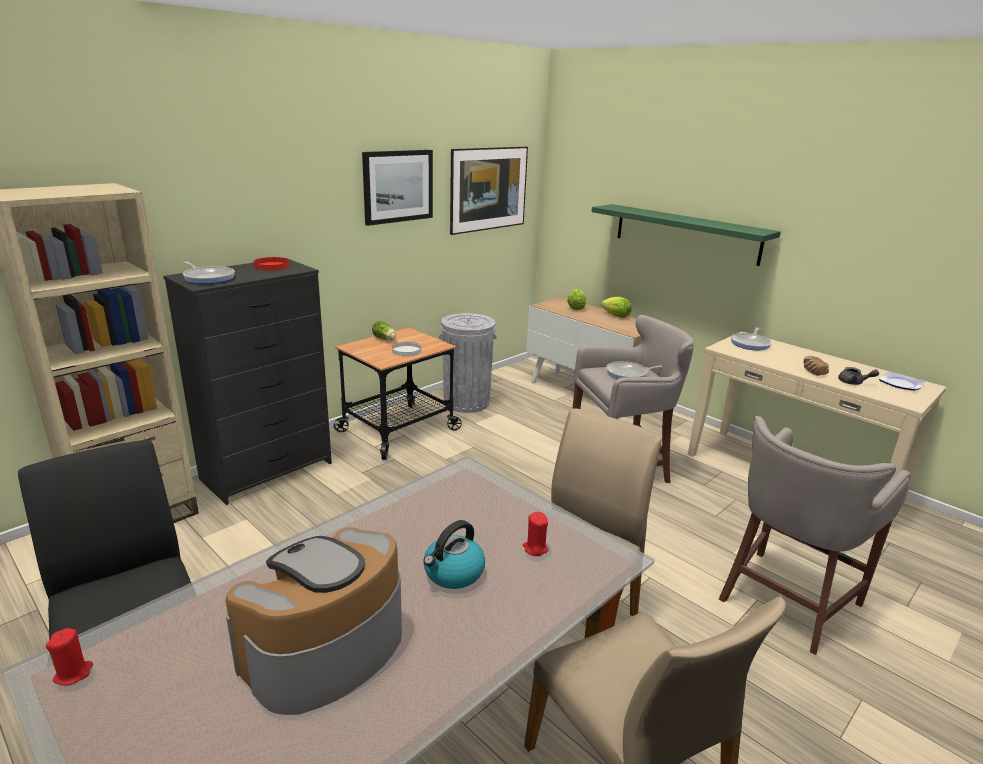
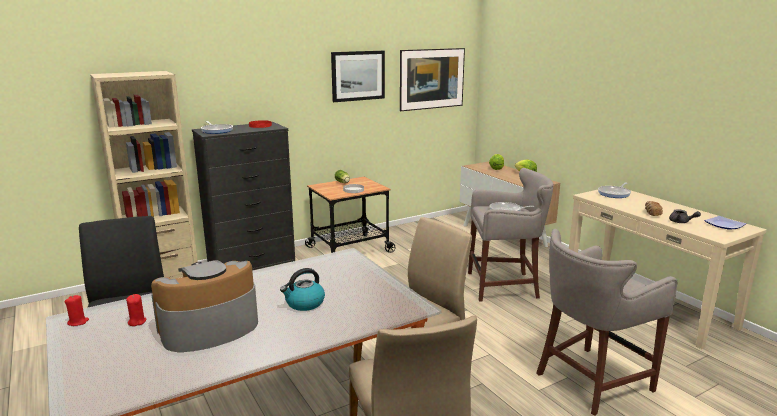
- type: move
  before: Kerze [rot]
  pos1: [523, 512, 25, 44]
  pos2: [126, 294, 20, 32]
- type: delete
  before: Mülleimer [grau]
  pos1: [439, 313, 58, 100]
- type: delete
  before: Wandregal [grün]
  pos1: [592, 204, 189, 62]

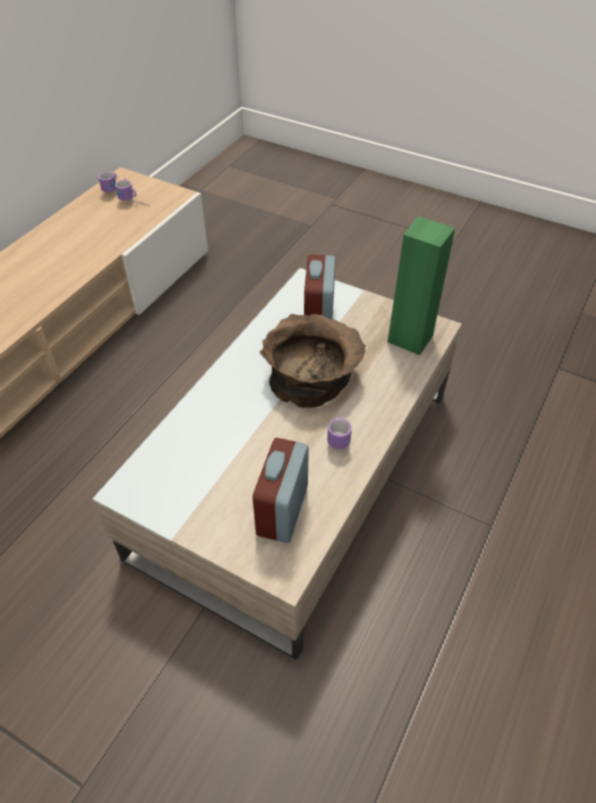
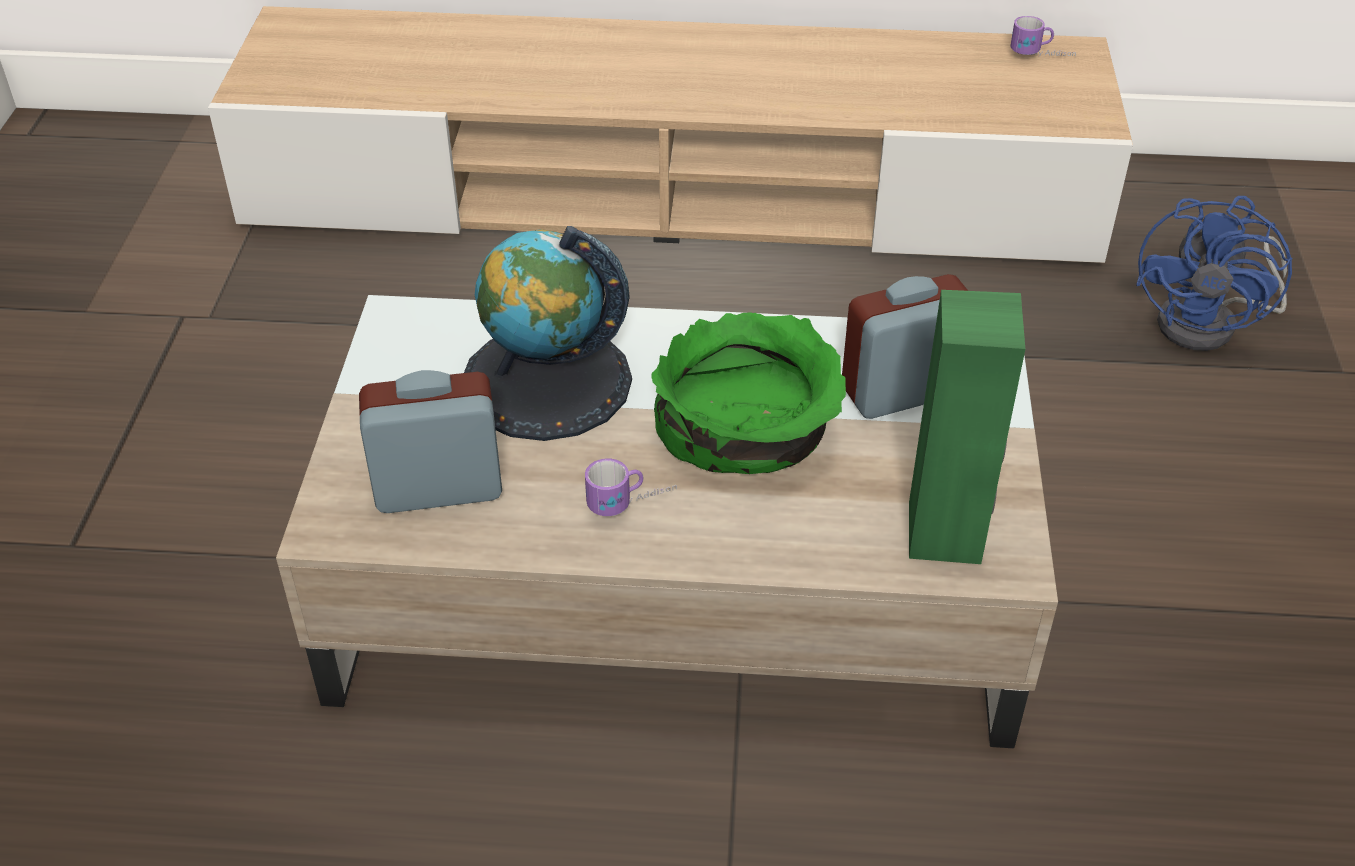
- type: insert
  after: Globus
  pos2: [464, 226, 168, 215]
- type: recolor
  before: Schüssel [braun]
  after: Schüssel [grün]
  pos1: [260, 314, 106, 94]
  pos2: [651, 312, 195, 162]
- type: insert
  after: Ventilator [blau]
  pos2: [1136, 196, 156, 155]
- type: delete
  before: Henkelbecher
  pos1: [115, 180, 35, 26]

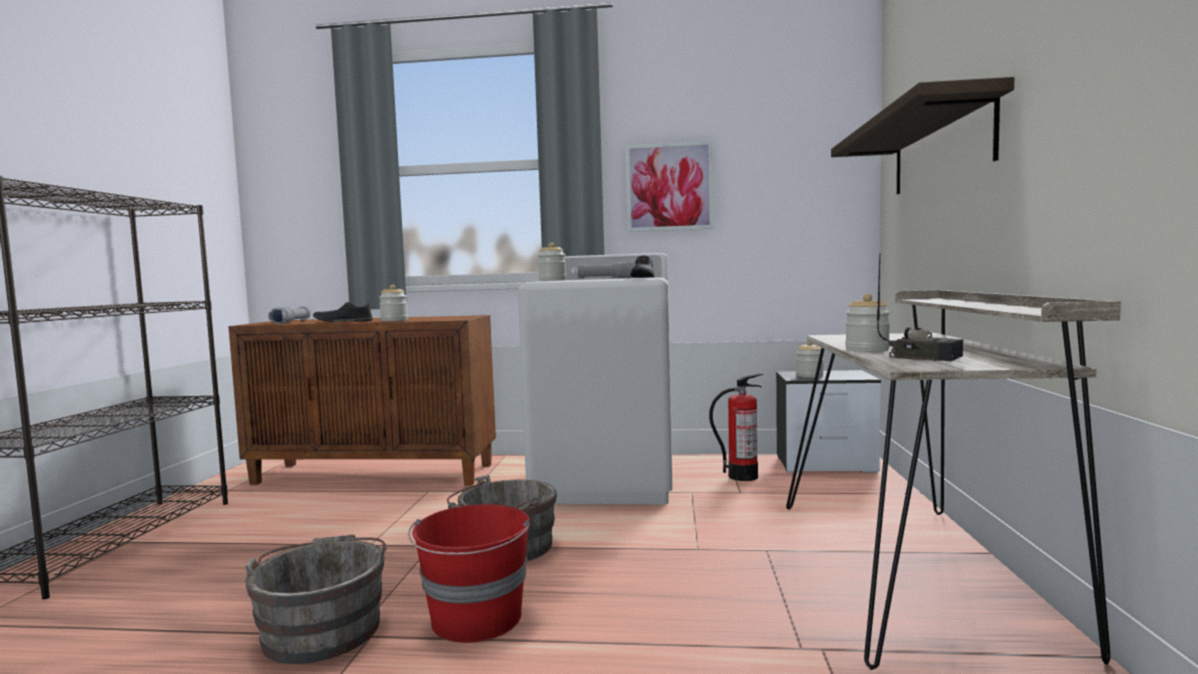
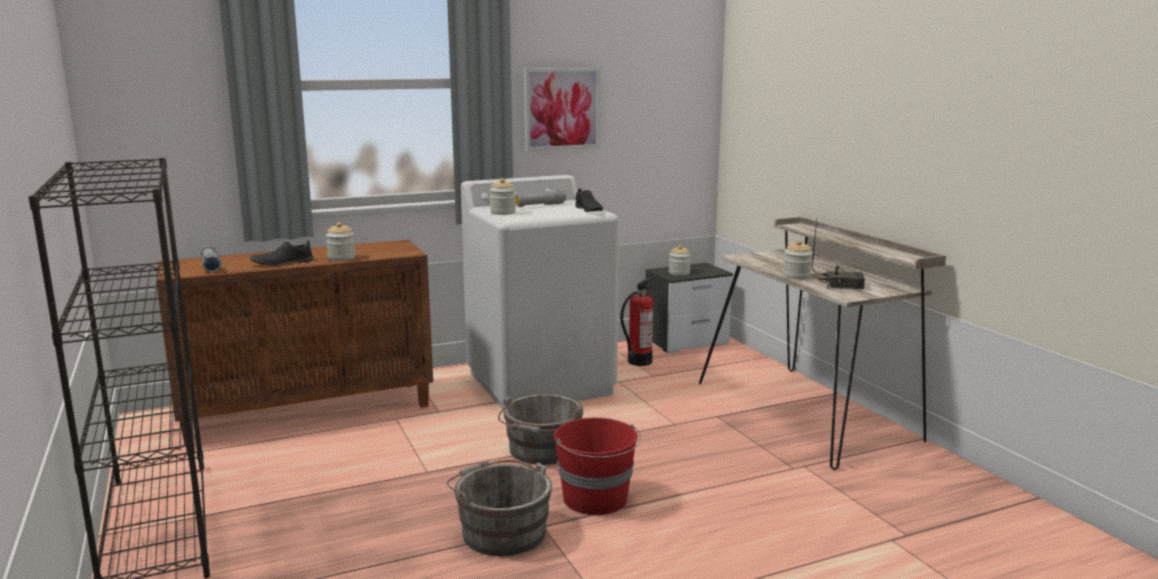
- type: delete
  before: Wandregal
  pos1: [831, 77, 183, 117]

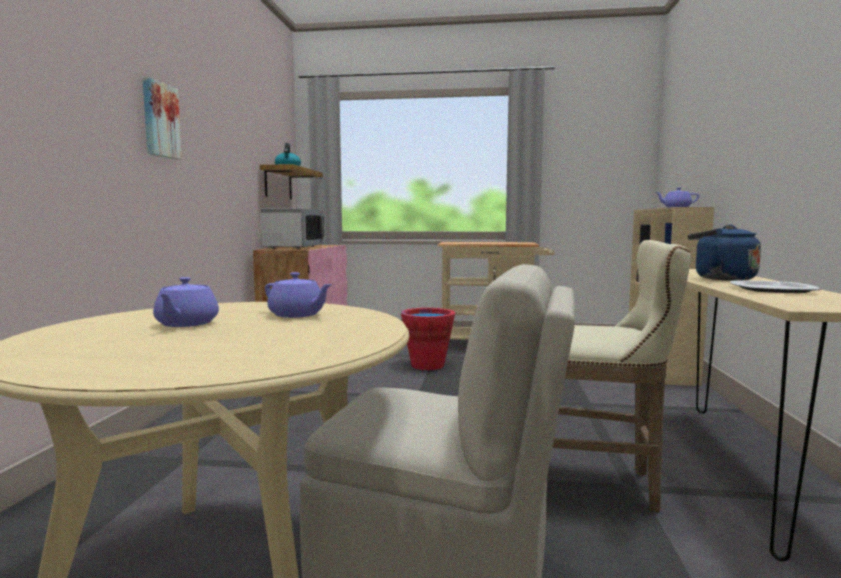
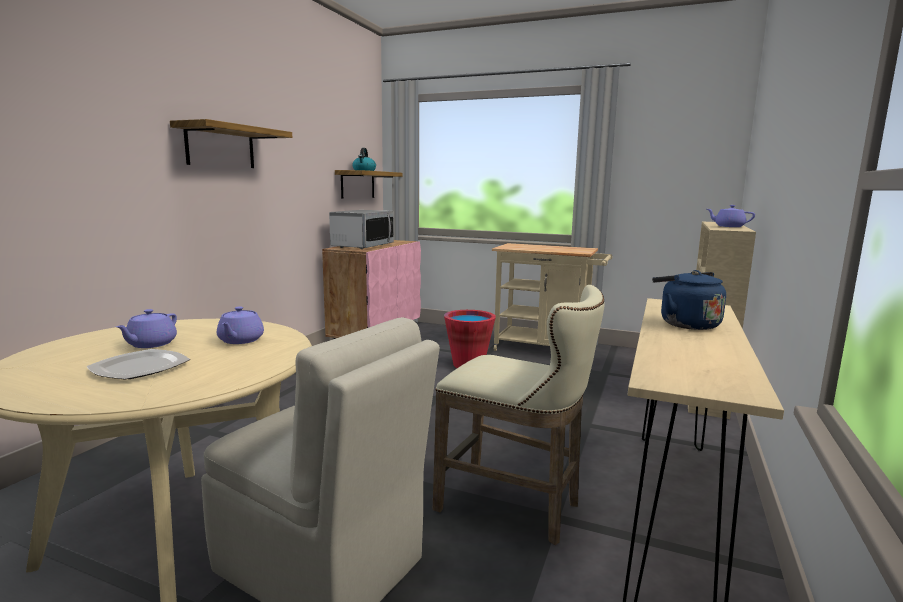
- type: move
  before: Teller
  pos1: [730, 281, 91, 12]
  pos2: [87, 349, 103, 30]
- type: replace
  before: Bild
  after: Wandregal
  pos1: [142, 77, 40, 83]
  pos2: [170, 119, 122, 49]
- type: rotate
  before: Teekanne [lila]
  pos1: [265, 272, 67, 46]
  pos2: [217, 306, 47, 38]
  turn: 45

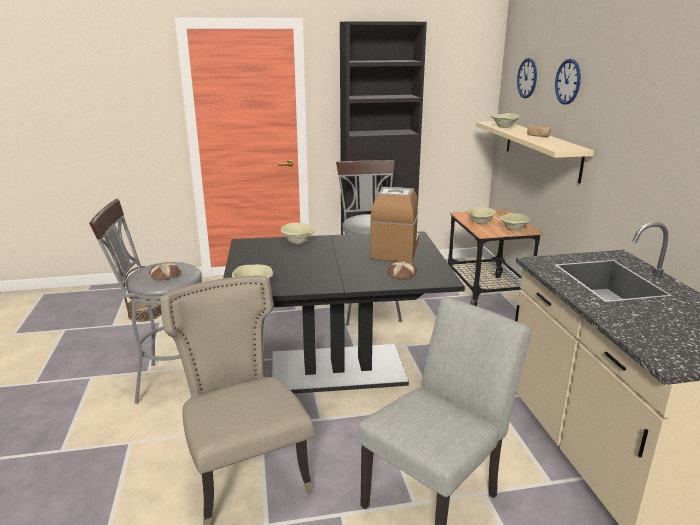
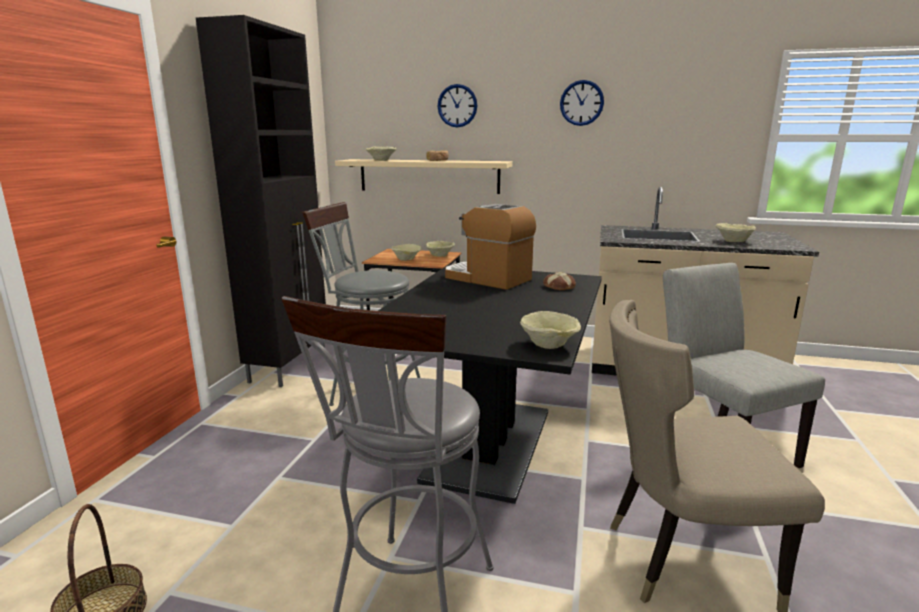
- type: move
  before: Wanduhr
  pos1: [517, 58, 20, 40]
  pos2: [560, 80, 44, 46]
- type: move
  before: Schüssel [beige]
  pos1: [280, 223, 35, 21]
  pos2: [715, 223, 41, 19]
- type: delete
  before: Brot
  pos1: [149, 263, 31, 18]

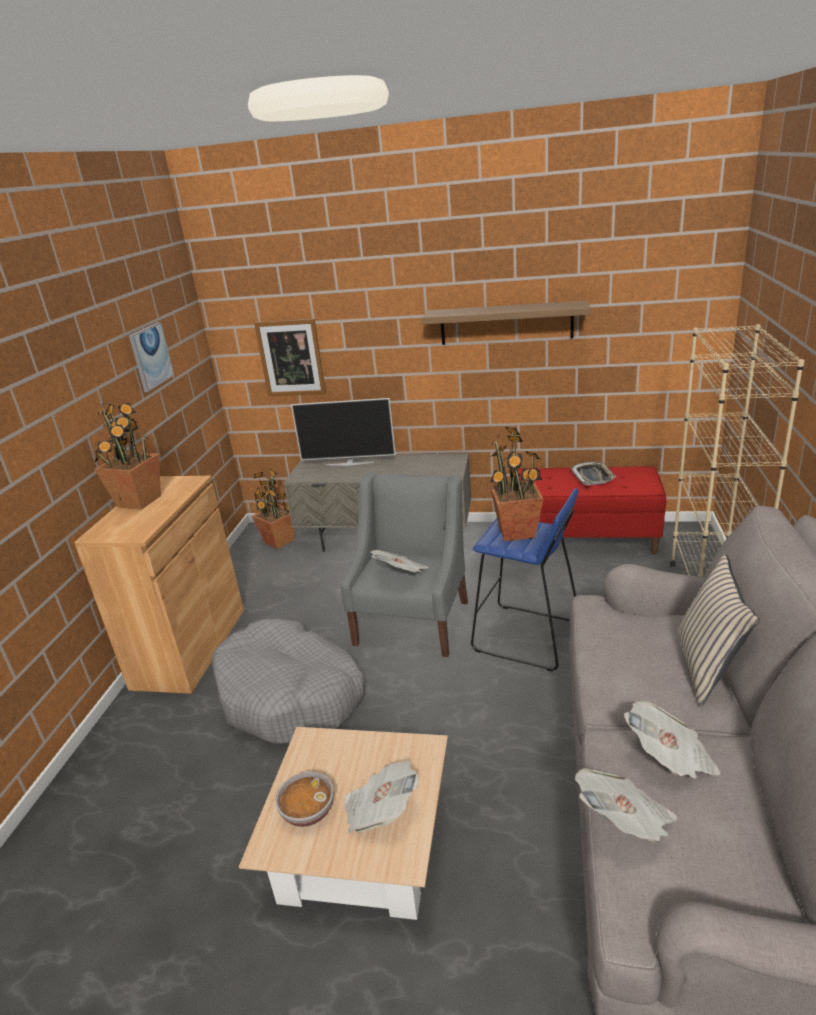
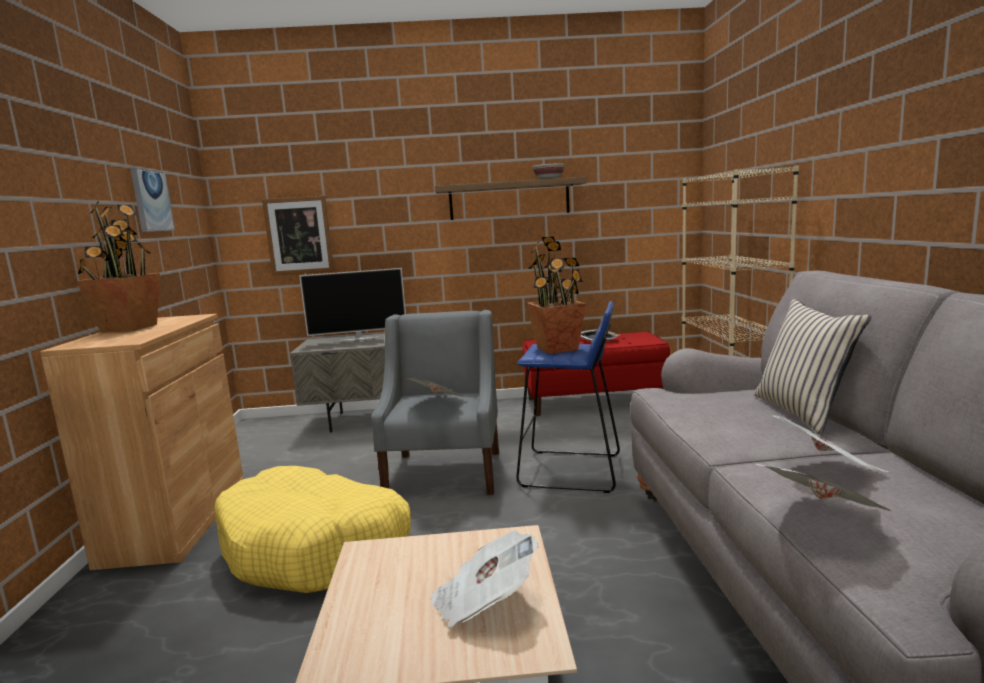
- type: recolor
  before: Hundebett [grau]
  after: Hundebett [gelb]
  pos1: [212, 618, 154, 126]
  pos2: [214, 466, 197, 127]
- type: move
  before: Schüssel
  pos1: [275, 771, 59, 56]
  pos2: [533, 163, 32, 16]
- type: delete
  before: Topfpflanze
  pos1: [252, 469, 43, 80]

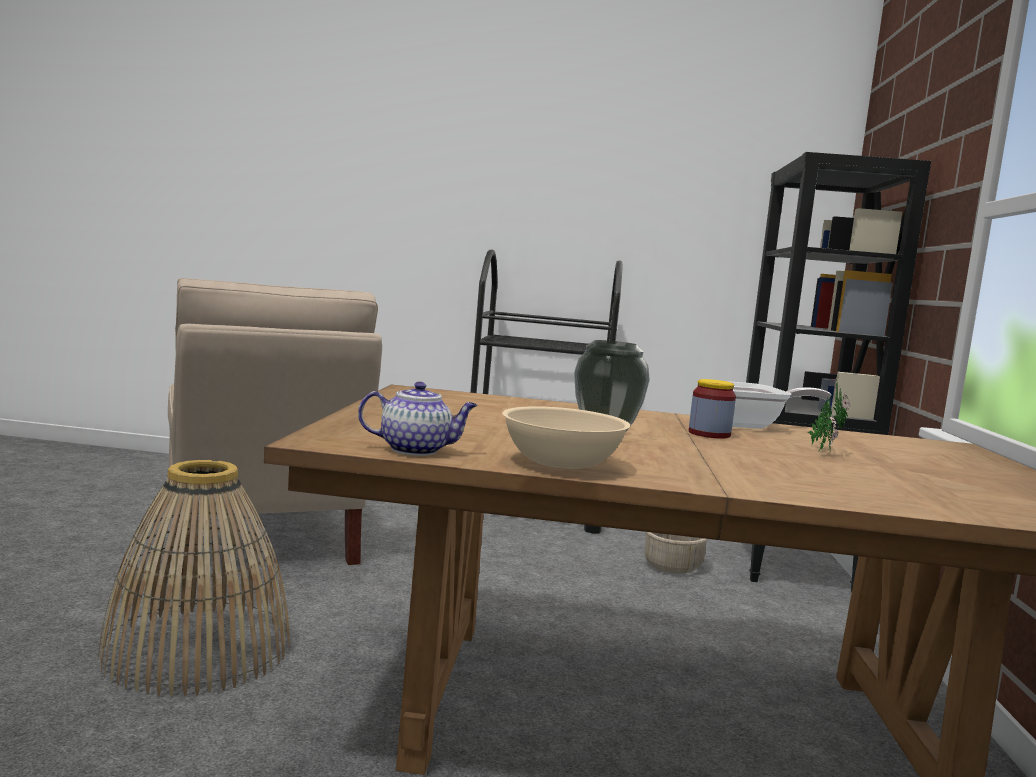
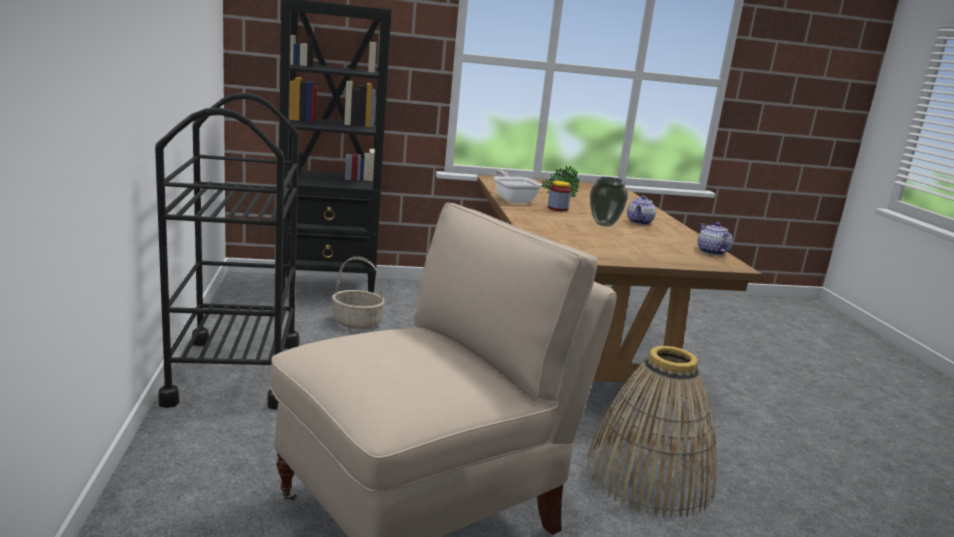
- type: insert
  after: Teekanne
  pos2: [627, 195, 29, 30]
- type: delete
  before: Schüssel [beige]
  pos1: [502, 406, 128, 63]

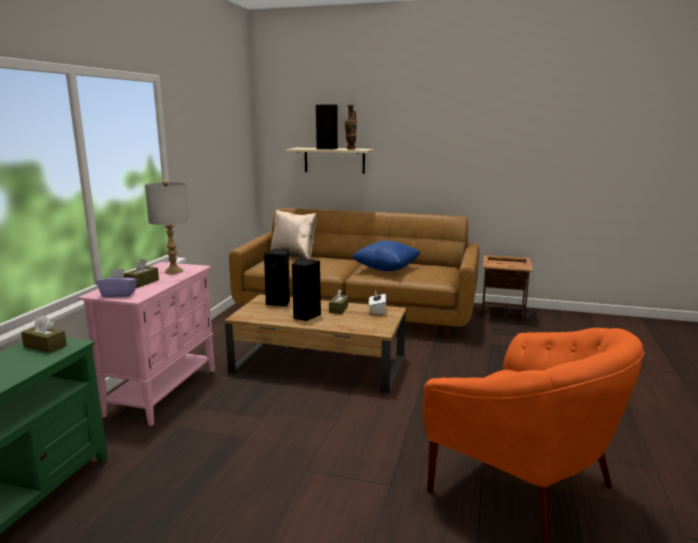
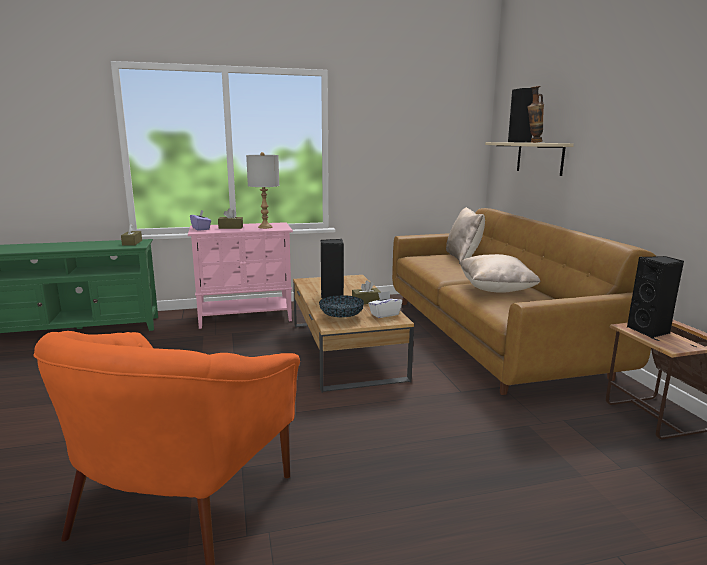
- type: insert
  after: Schüssel
  pos2: [319, 295, 45, 22]
- type: recolor
  before: Kissen [blau]
  after: Kissen [beige]
  pos1: [352, 241, 68, 30]
  pos2: [459, 254, 82, 39]
- type: move
  before: Lautsprecher [schwarz]
  pos1: [264, 249, 26, 58]
  pos2: [627, 256, 57, 82]

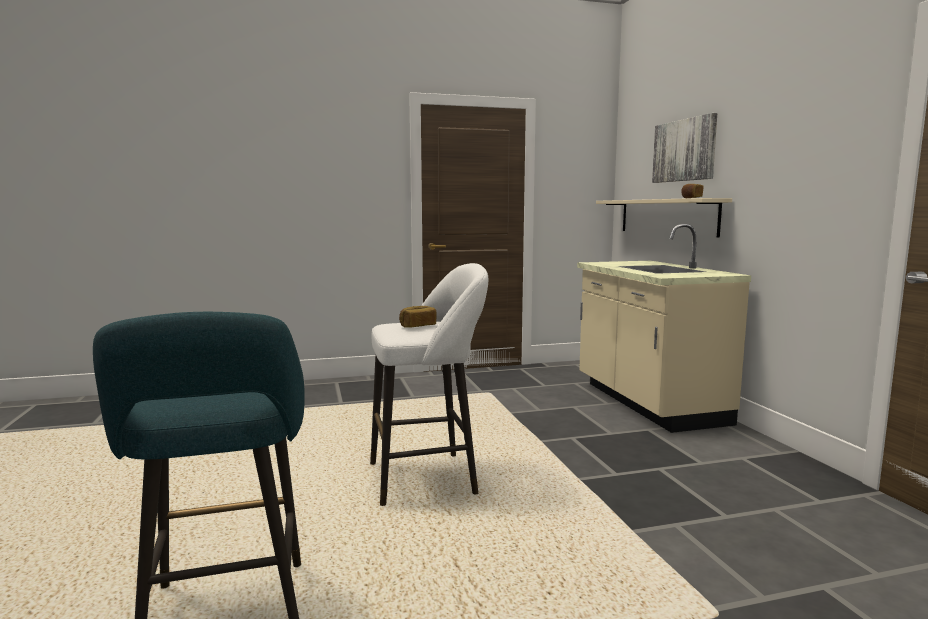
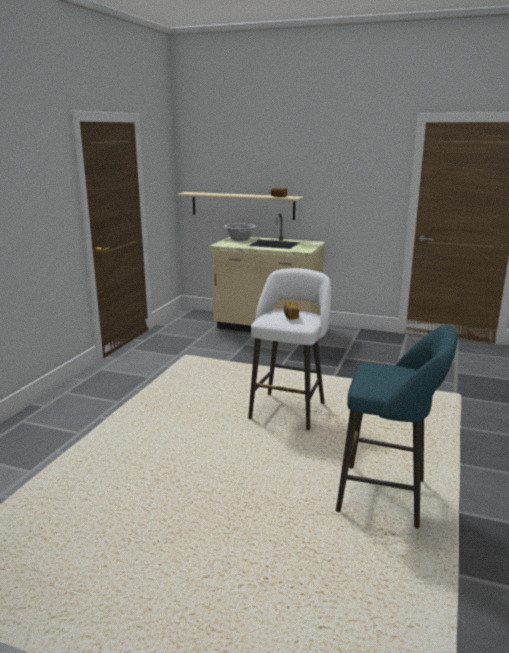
- type: insert
  after: Kochtopf
  pos2: [224, 224, 32, 17]
- type: delete
  before: Bild
  pos1: [652, 113, 65, 70]

